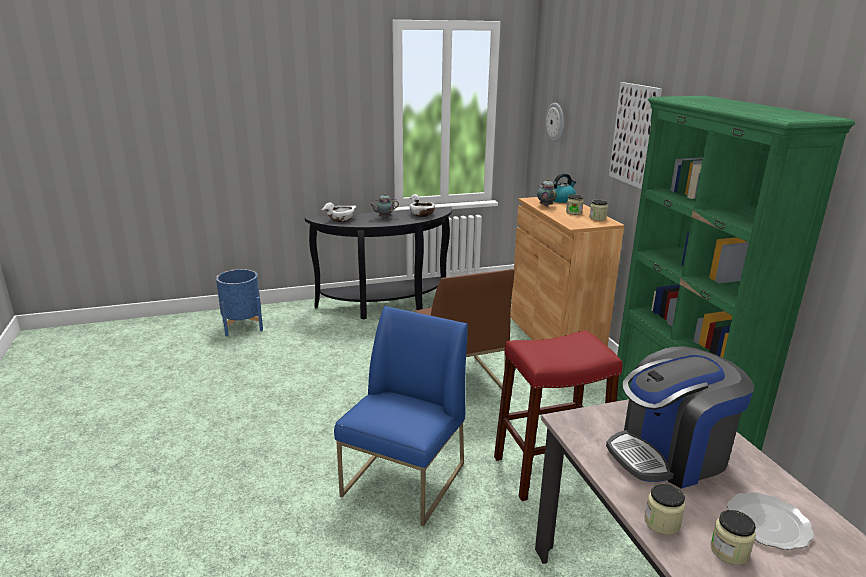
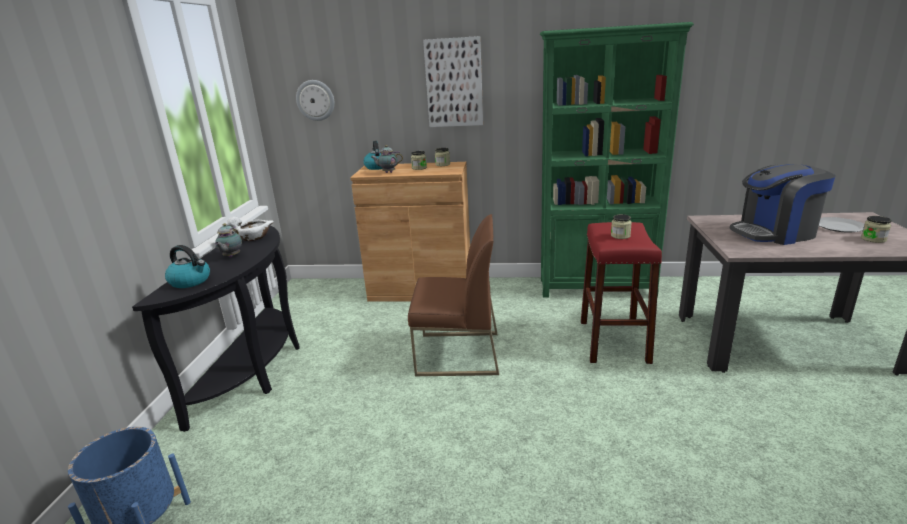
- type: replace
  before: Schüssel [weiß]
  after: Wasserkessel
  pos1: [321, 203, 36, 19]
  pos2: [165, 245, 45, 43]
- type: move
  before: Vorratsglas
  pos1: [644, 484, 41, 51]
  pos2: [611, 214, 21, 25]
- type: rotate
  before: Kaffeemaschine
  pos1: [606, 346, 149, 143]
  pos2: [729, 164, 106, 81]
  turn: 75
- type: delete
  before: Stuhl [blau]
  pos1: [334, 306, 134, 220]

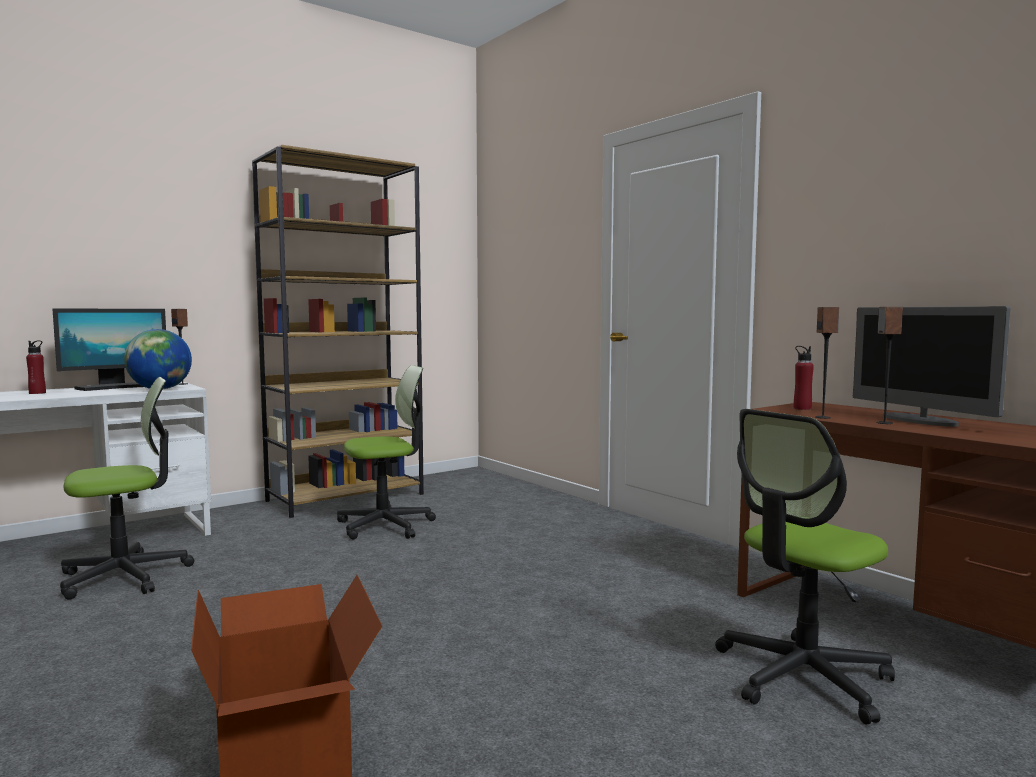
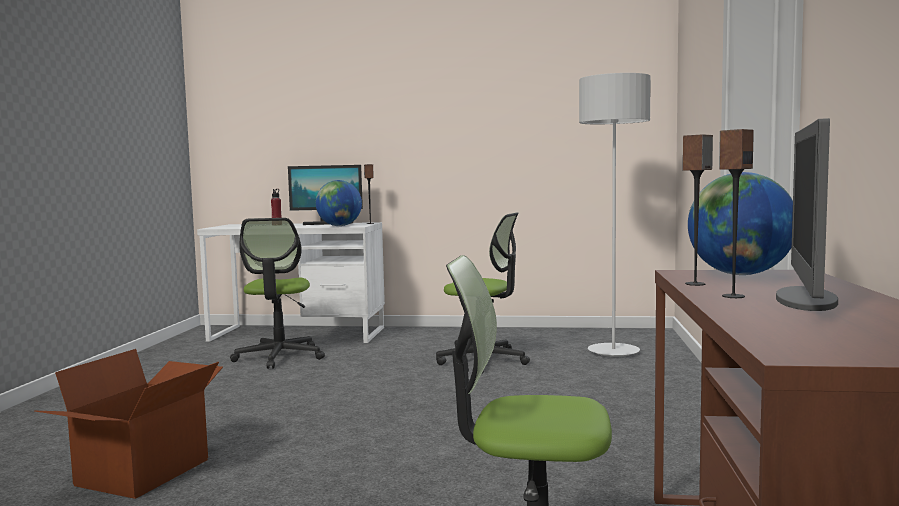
- type: rotate
  before: Bürostuhl
  pos1: [60, 377, 134, 223]
  pos2: [230, 218, 95, 151]
  turn: 75
- type: insert
  after: Stehlampe [grau]
  pos2: [579, 73, 72, 284]
- type: replace
  before: Flasche [rot]
  after: Globus
  pos1: [794, 346, 20, 64]
  pos2: [688, 172, 105, 103]
- type: delete
  before: Bücherregal [braun]
  pos1: [252, 145, 172, 373]

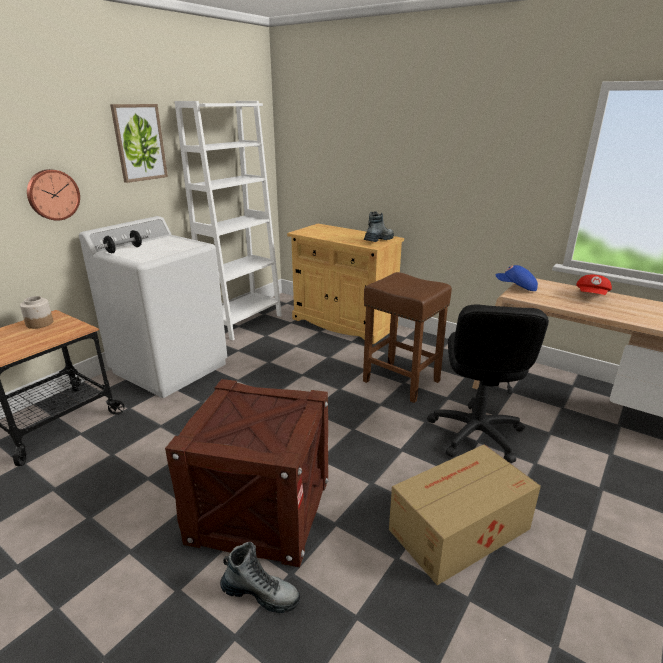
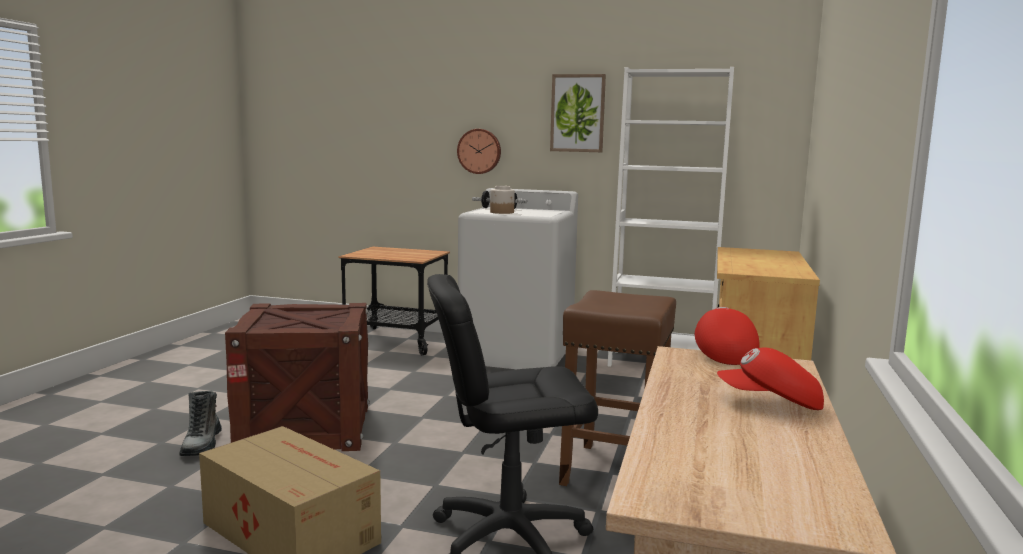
- type: move
  before: Vorratsglas
  pos1: [20, 296, 33, 33]
  pos2: [490, 186, 25, 28]
- type: recolor
  before: Kappe [blau]
  after: Kappe [rot]
  pos1: [496, 265, 42, 26]
  pos2: [695, 307, 65, 58]
- type: delete
  before: Stiefel
  pos1: [364, 211, 30, 31]

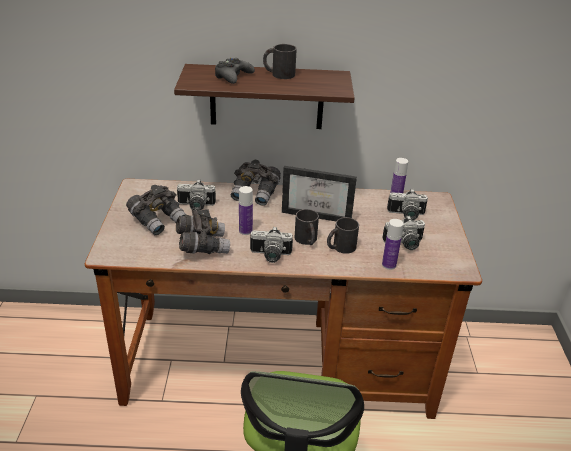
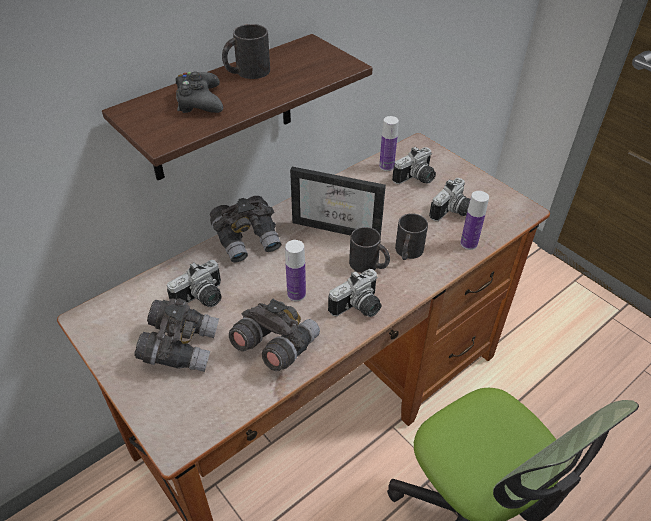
- type: rotate
  before: Bilderrahmen
  pos1: [282, 166, 75, 55]
  pos2: [290, 167, 96, 69]
  turn: 45

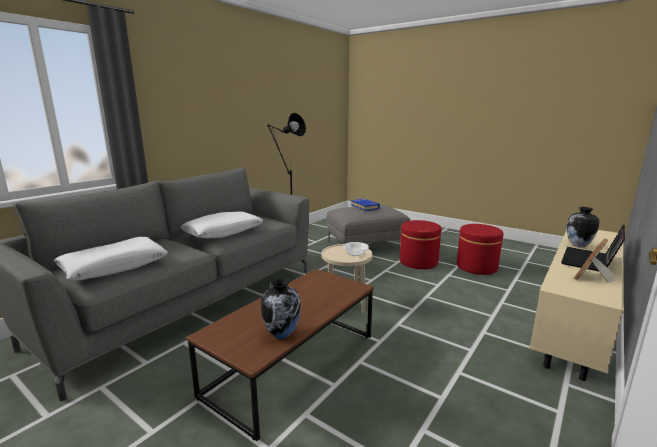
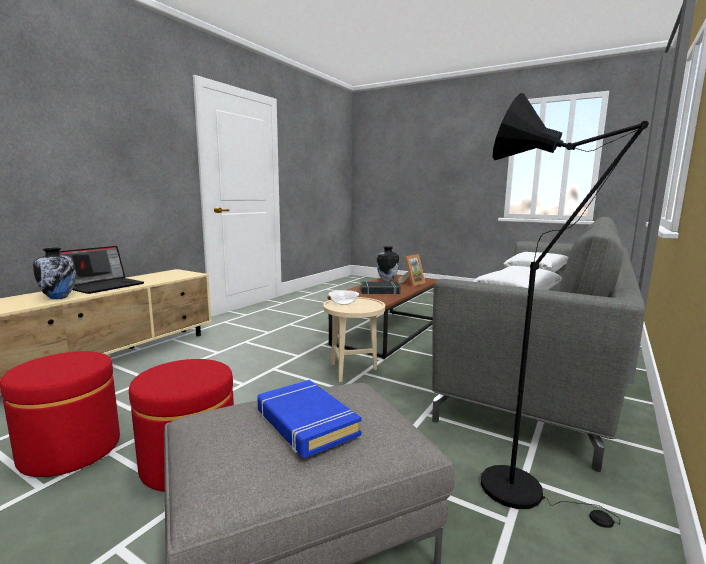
- type: insert
  after: Buch [schwarz]
  pos2: [360, 281, 41, 13]
- type: move
  before: Bilderrahmen
  pos1: [574, 238, 41, 44]
  pos2: [398, 254, 28, 32]

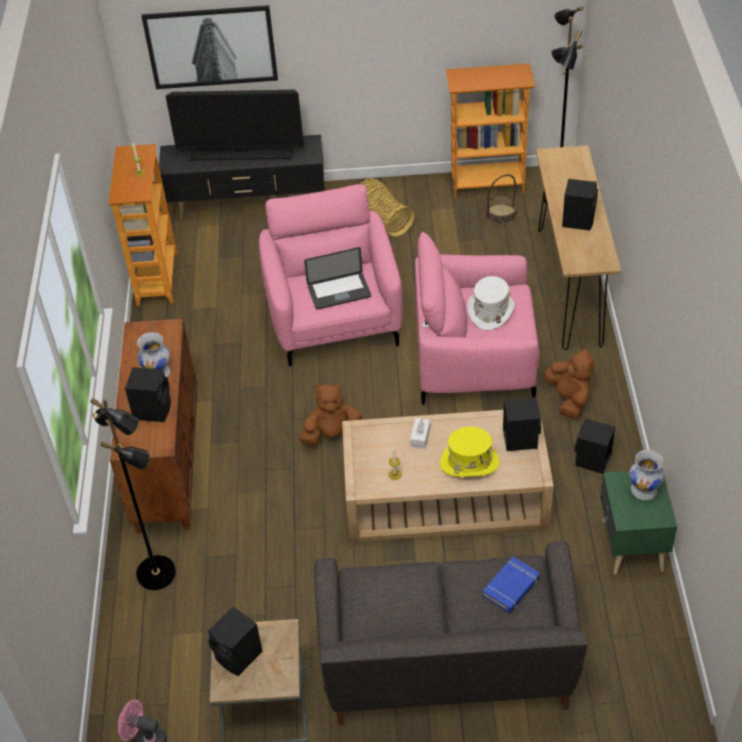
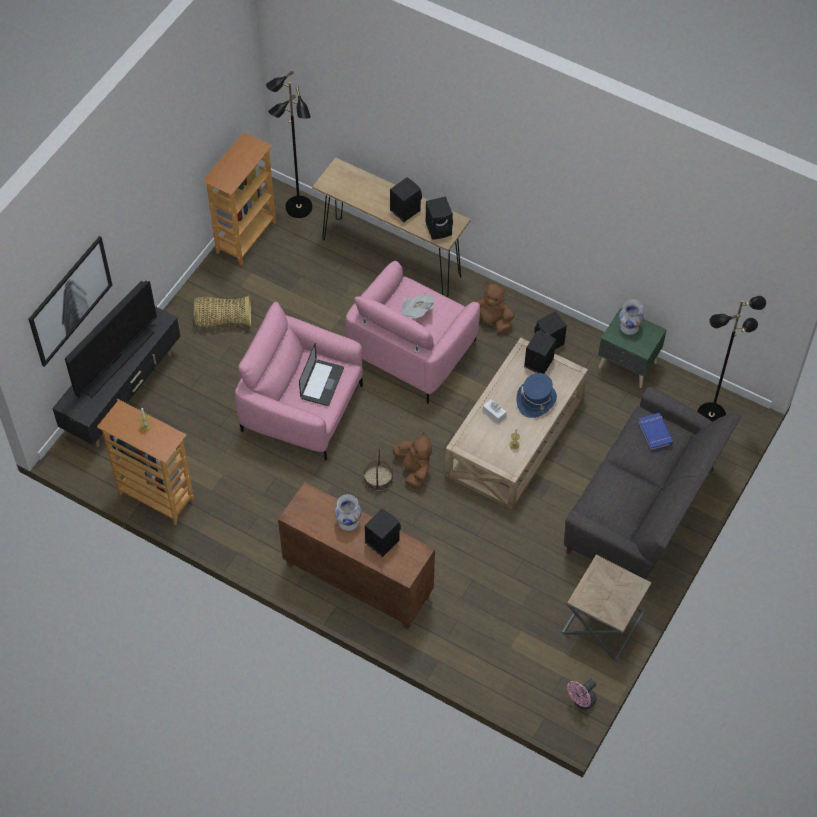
- type: move
  before: Korb
  pos1: [485, 174, 32, 51]
  pos2: [363, 446, 30, 45]
- type: rotate
  before: Plüschtier [braun]
  pos1: [299, 384, 63, 62]
  pos2: [393, 432, 39, 57]
  turn: 135
- type: replace
  before: Hut [weiß]
  after: Zeitung
  pos1: [467, 276, 48, 54]
  pos2: [401, 293, 33, 25]
- type: move
  before: Lautsprecher [schwarz]
  pos1: [208, 606, 55, 70]
  pos2: [426, 196, 27, 44]
- type: recolor
  before: Hut [gelb]
  after: Hut [blau]
  pos1: [440, 427, 59, 50]
  pos2: [516, 373, 41, 45]
- type: move
  before: Stehlampe [schwarz]
  pos1: [90, 398, 86, 192]
  pos2: [697, 296, 69, 126]

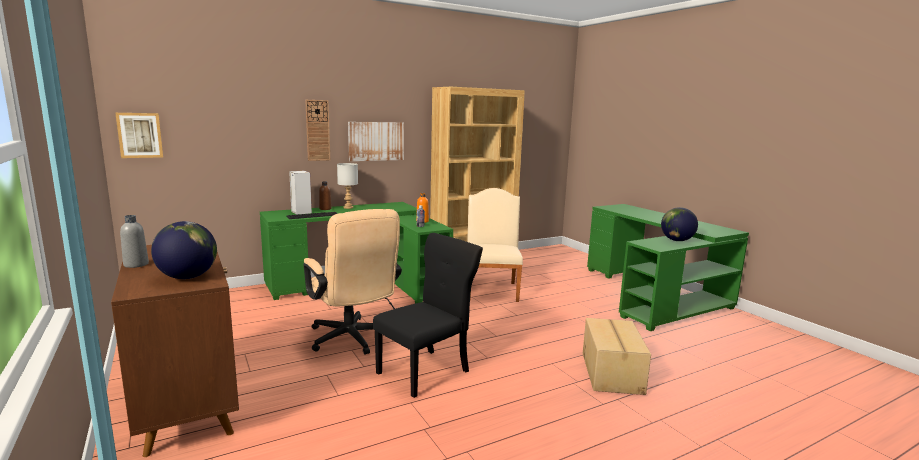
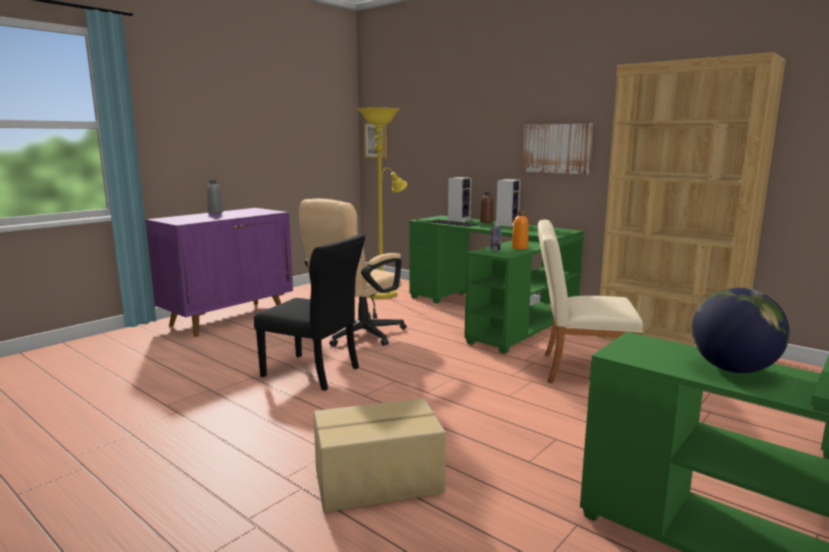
- type: recolor
  before: Schrank [braun]
  after: Schrank [lila]
  pos1: [111, 245, 128, 212]
  pos2: [145, 208, 148, 129]
- type: insert
  after: Stehlampe [gelb]
  pos2: [357, 108, 50, 191]
- type: replace
  before: Tischlampe [grau]
  after: Lautsprecher
  pos1: [337, 163, 21, 46]
  pos2: [496, 179, 25, 48]
- type: rotate
  before: Stuhl [beige]
  pos1: [467, 188, 56, 114]
  pos2: [538, 220, 105, 163]
  turn: -150
- type: delete
  before: Globus
  pos1: [151, 221, 66, 58]
- type: delete
  before: Wanduhr
  pos1: [305, 100, 25, 61]

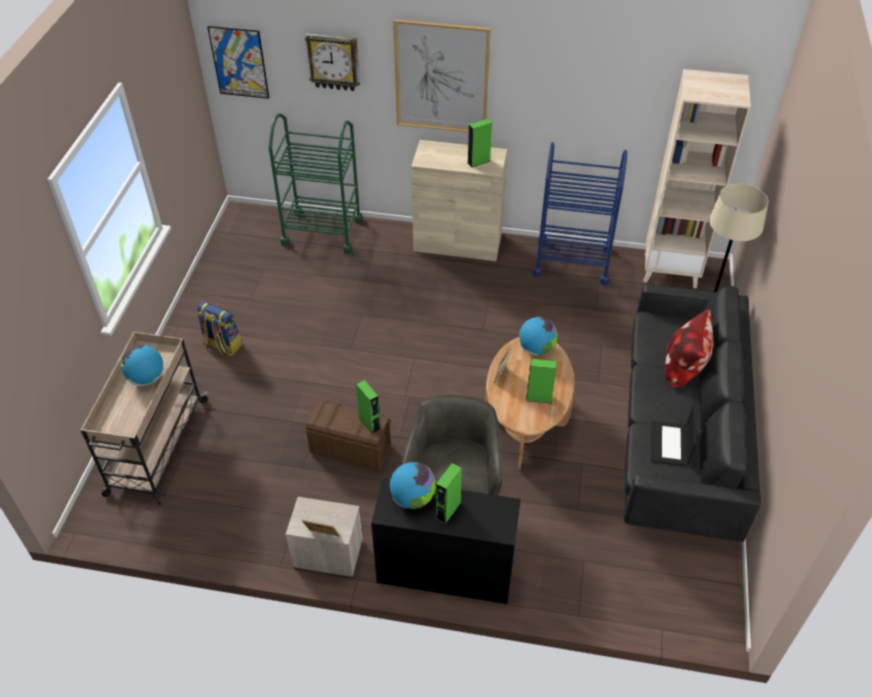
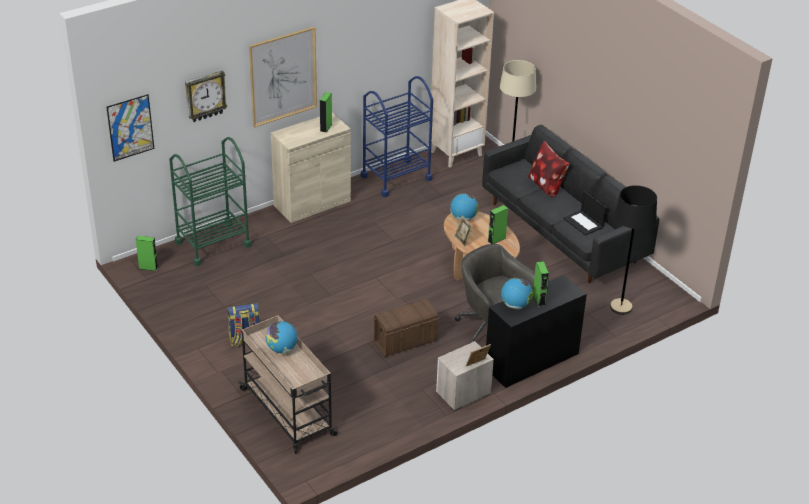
- type: move
  before: Lautsprecher [grün]
  pos1: [356, 380, 25, 54]
  pos2: [136, 236, 22, 35]
- type: insert
  after: Stehlampe [schwarz]
  pos2: [610, 185, 47, 130]

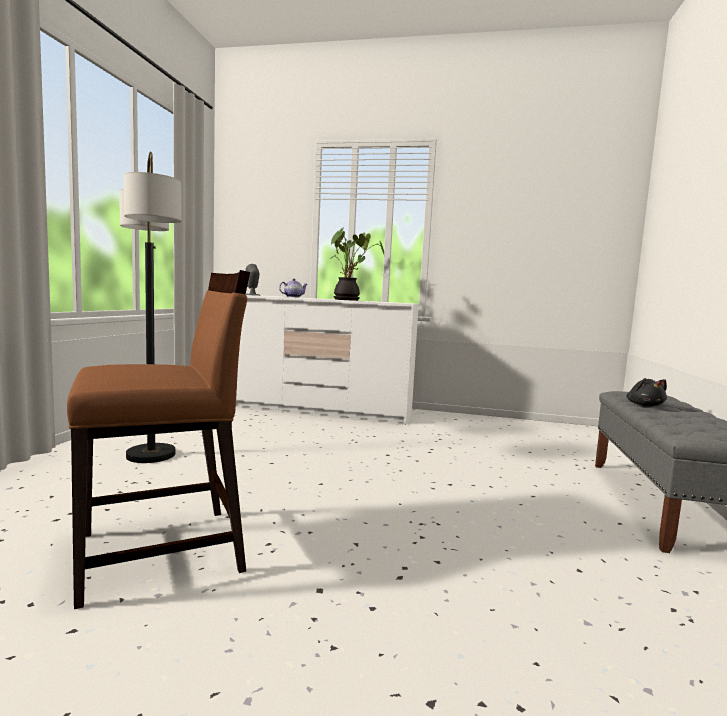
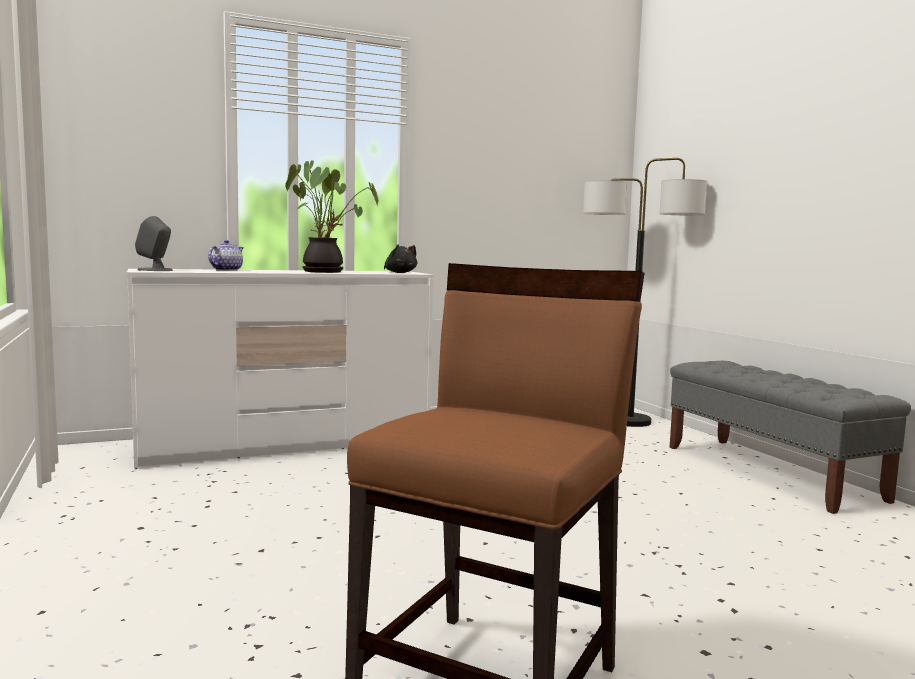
- type: move
  before: Plüschtier [schwarz]
  pos1: [626, 378, 41, 29]
  pos2: [384, 244, 33, 29]
- type: move
  before: Stehlampe
  pos1: [119, 152, 62, 311]
  pos2: [583, 158, 124, 269]

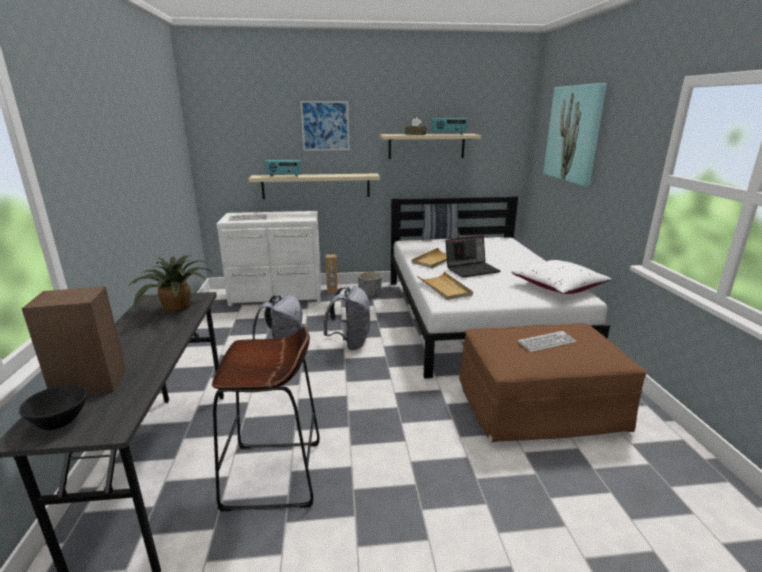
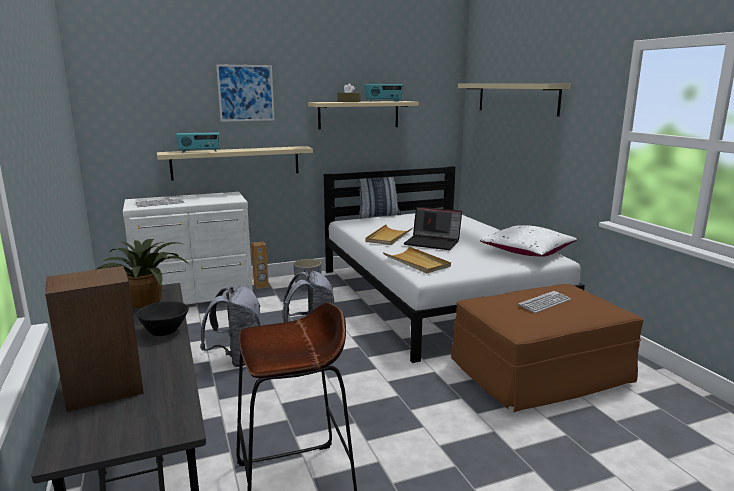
- type: move
  before: Schüssel [schwarz]
  pos1: [19, 385, 68, 45]
  pos2: [136, 301, 53, 35]
- type: rotate
  before: Laptop
  pos1: [445, 236, 55, 42]
  pos2: [404, 207, 58, 43]
  turn: 60
- type: replace
  before: Bild
  after: Wandregal [beige]
  pos1: [543, 83, 64, 103]
  pos2: [458, 84, 113, 33]

